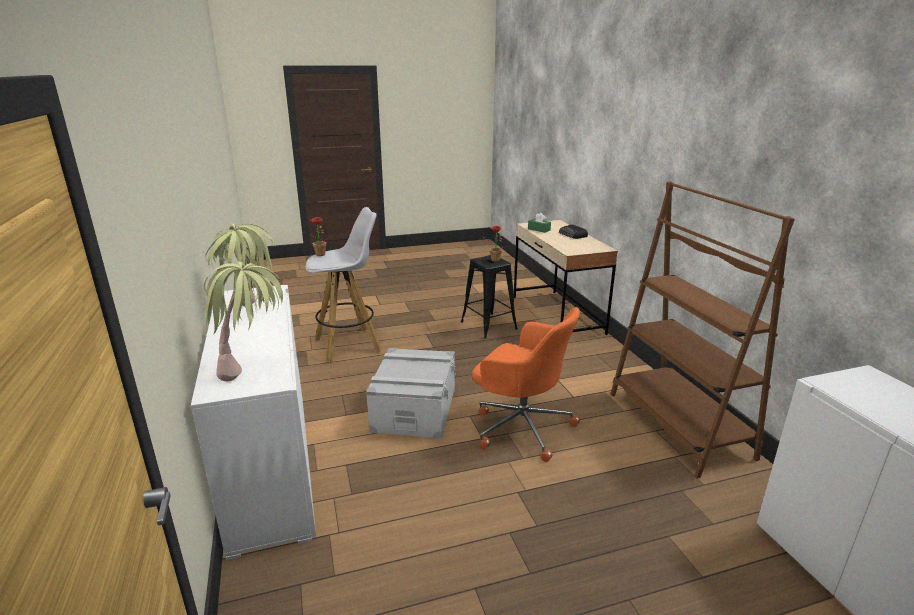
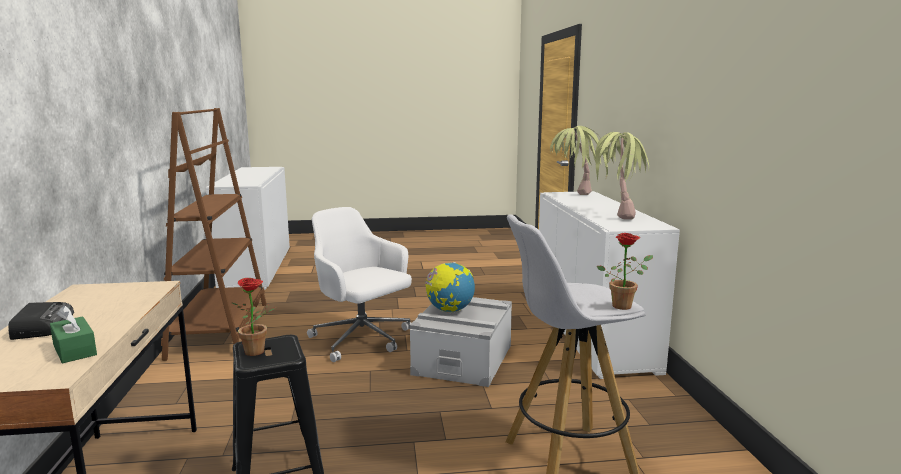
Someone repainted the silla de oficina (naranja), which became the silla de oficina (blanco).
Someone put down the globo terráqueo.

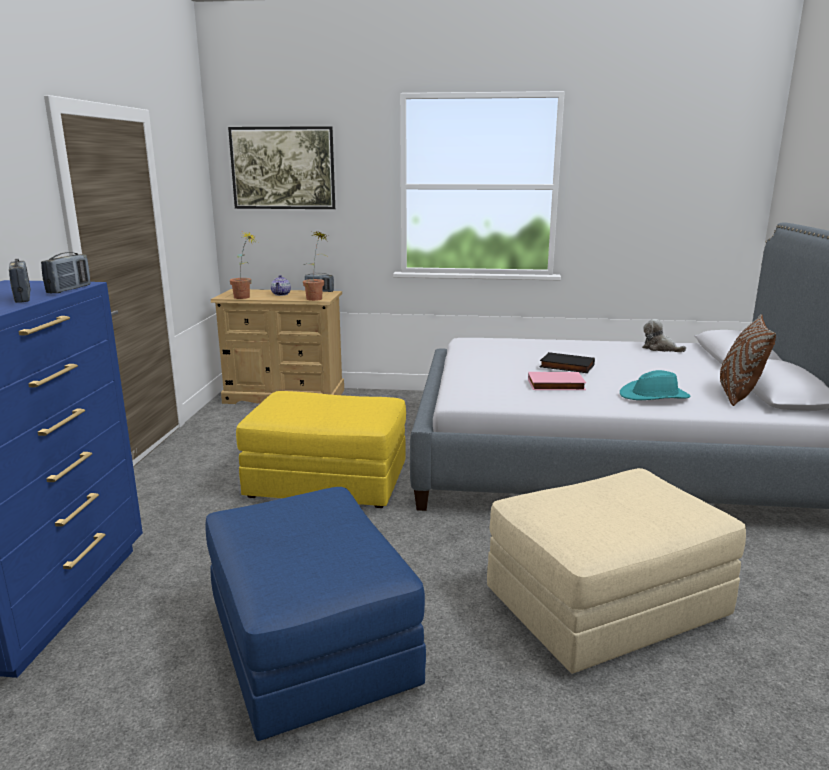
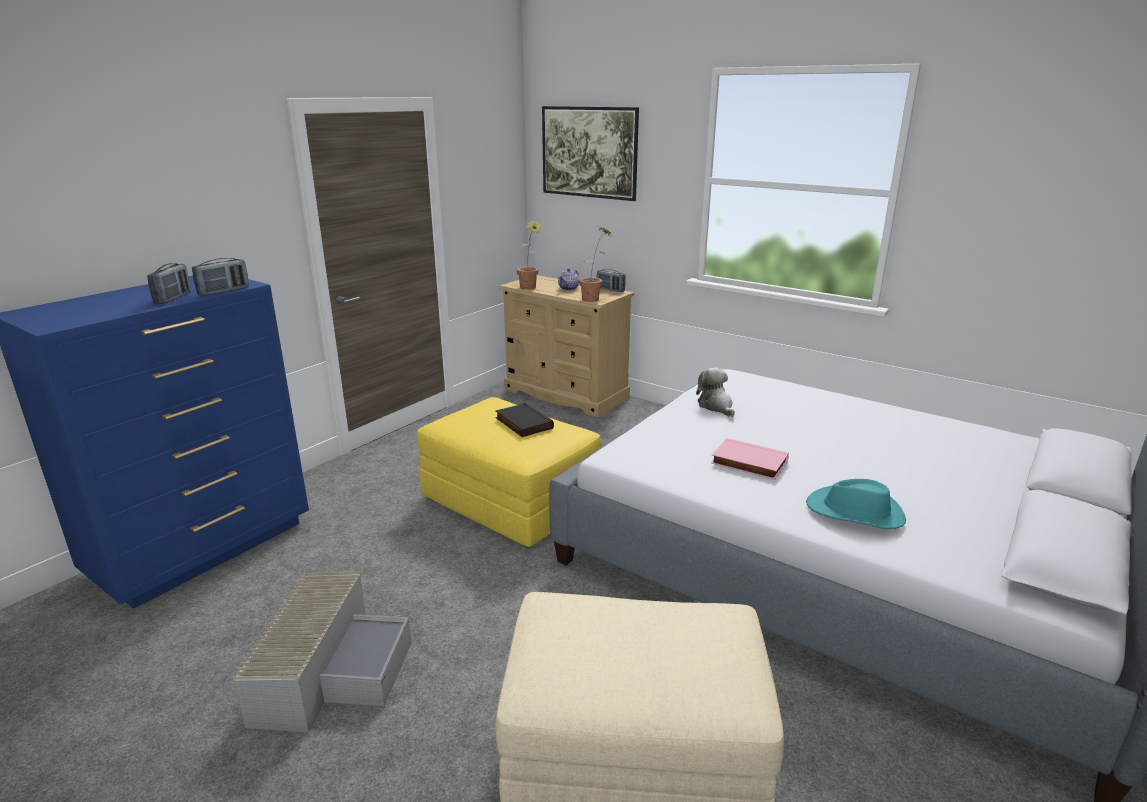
Someone swapped the puf (azul) for the caja de almacenaje (gris).
Someone carried the libro (negro).
Someone carried the peluche.
Someone took away the cojín (marrón).

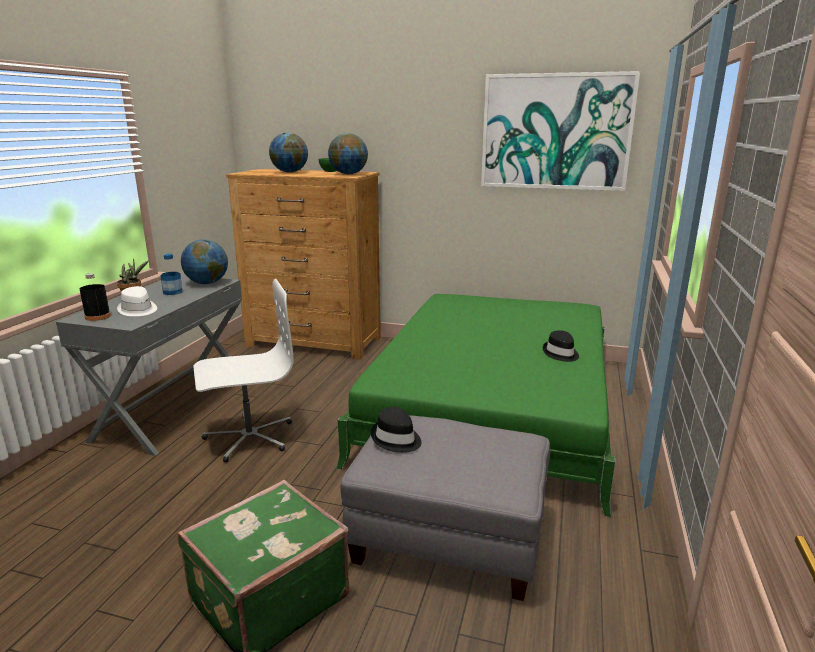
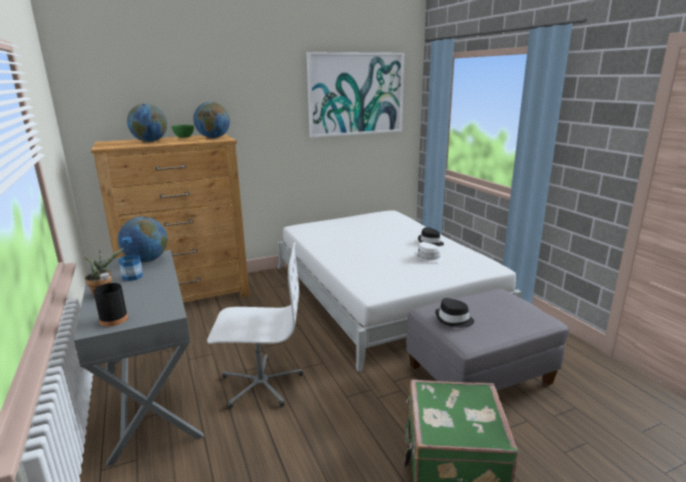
Someone carried the sombrero (blanco).
Someone rotated the silla de oficina (blanco) by 60 degrees clockwise.
Someone repainted the cama (verde), which became the cama (blanco).

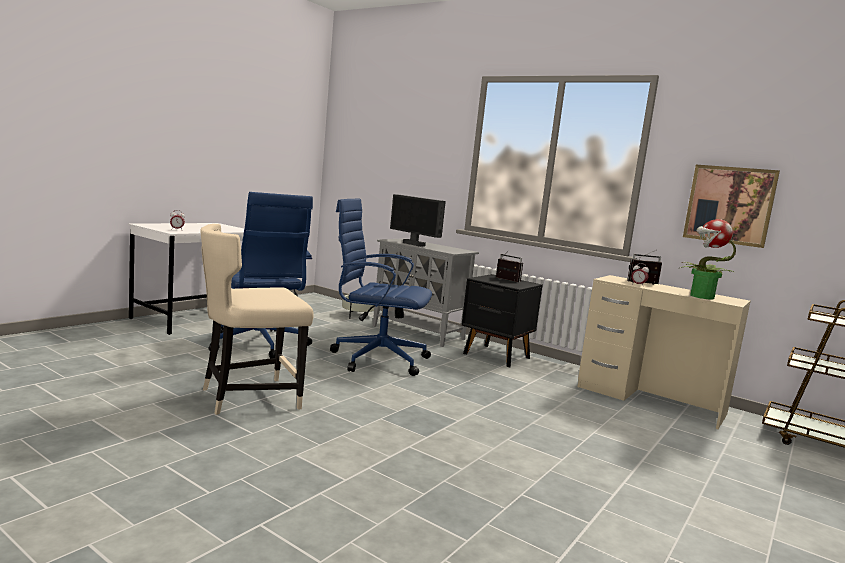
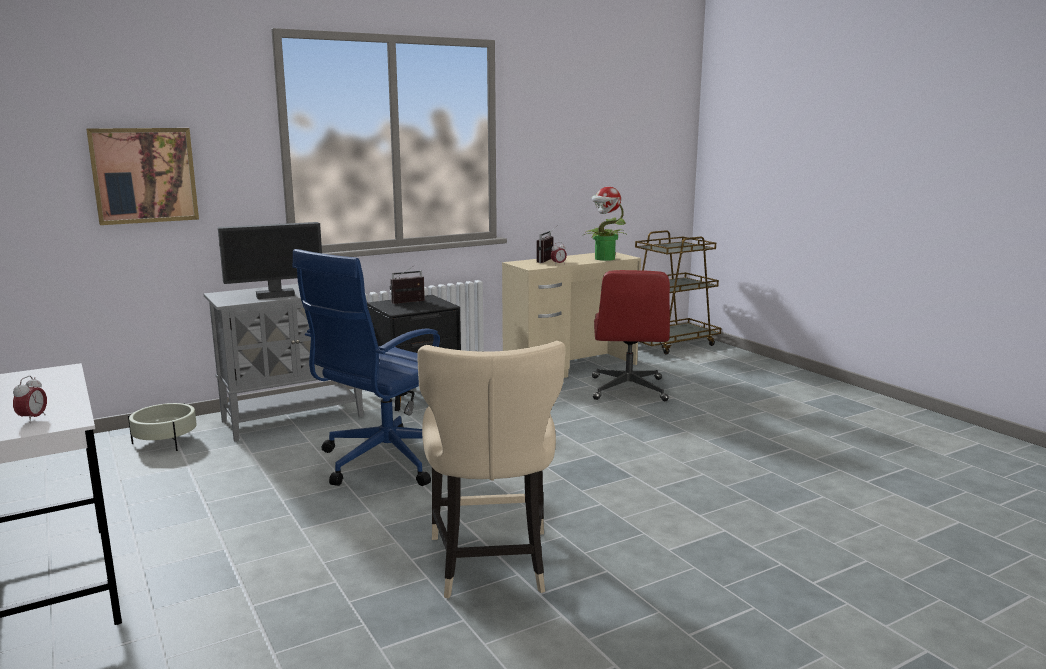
Someone took away the silla de oficina (azul) (1st from left).
Someone carried the cuadro.
Someone put down the silla de oficina (rojo).

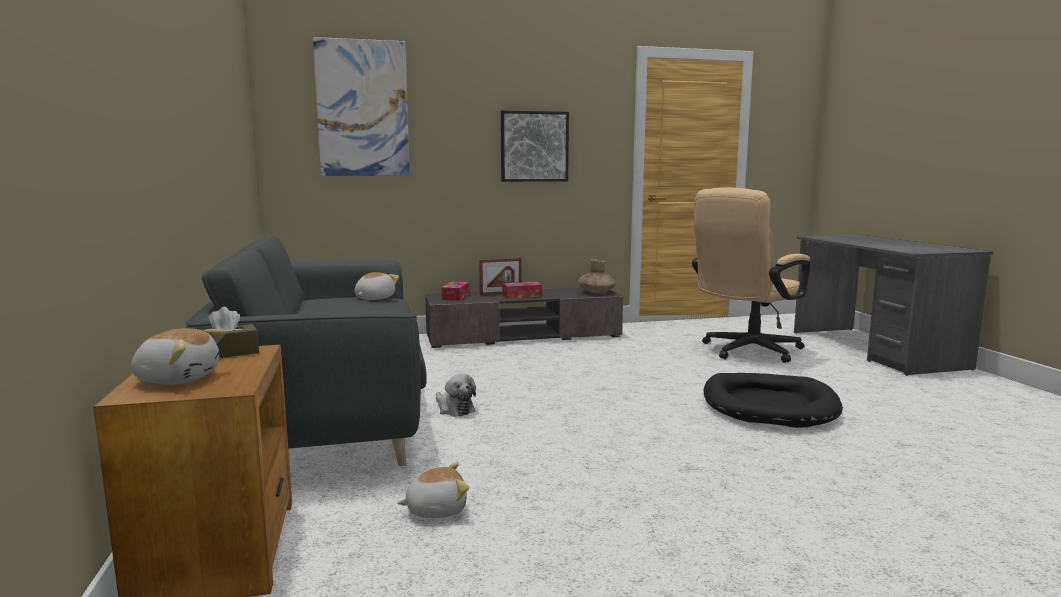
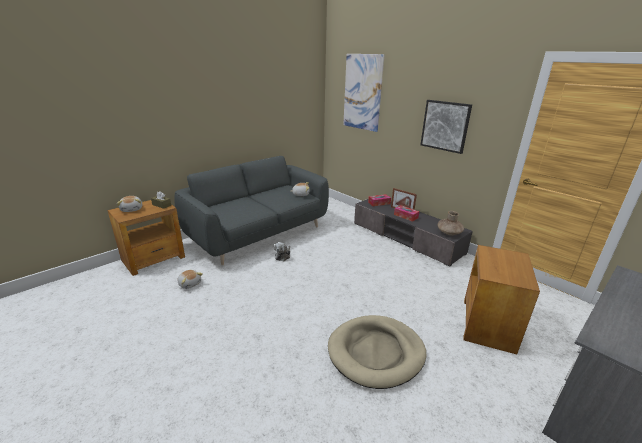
Someone swapped the silla de oficina (beis) for the mesa auxiliar (marrón) (2nd from left).
Someone repainted the cama para perro (negro), which became the cama para perro (beis).

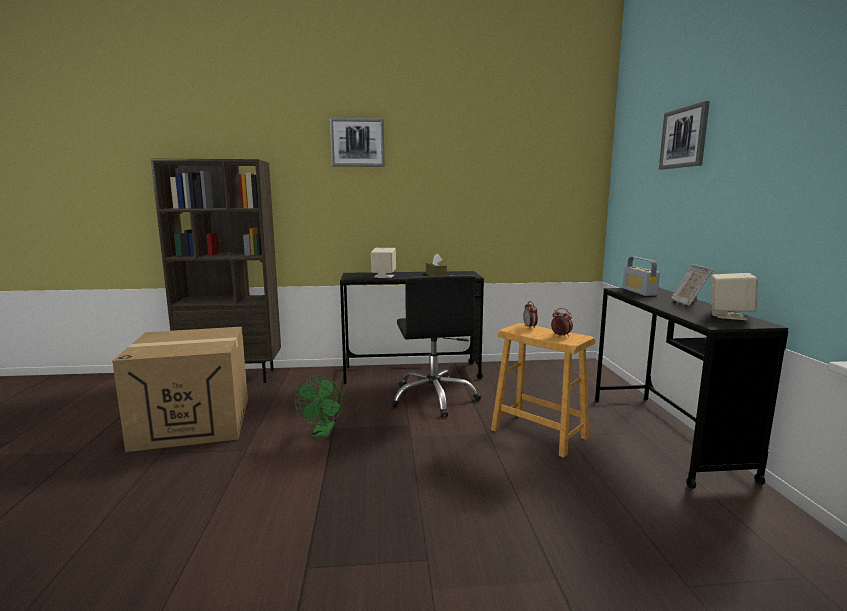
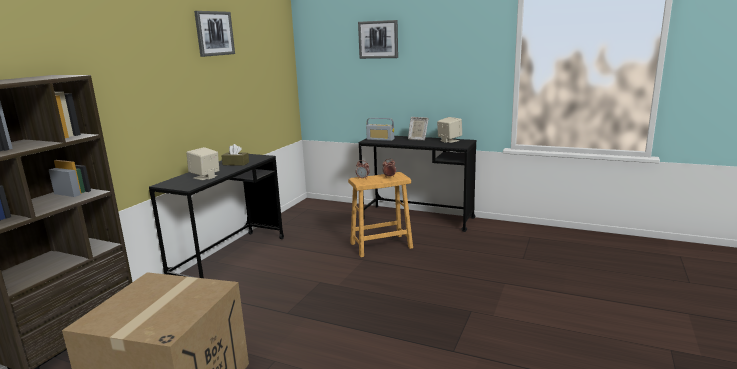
Someone took away the ventilador (verde).
Someone carried the cuadro (1st from left).
Someone took away the silla de oficina (negro).

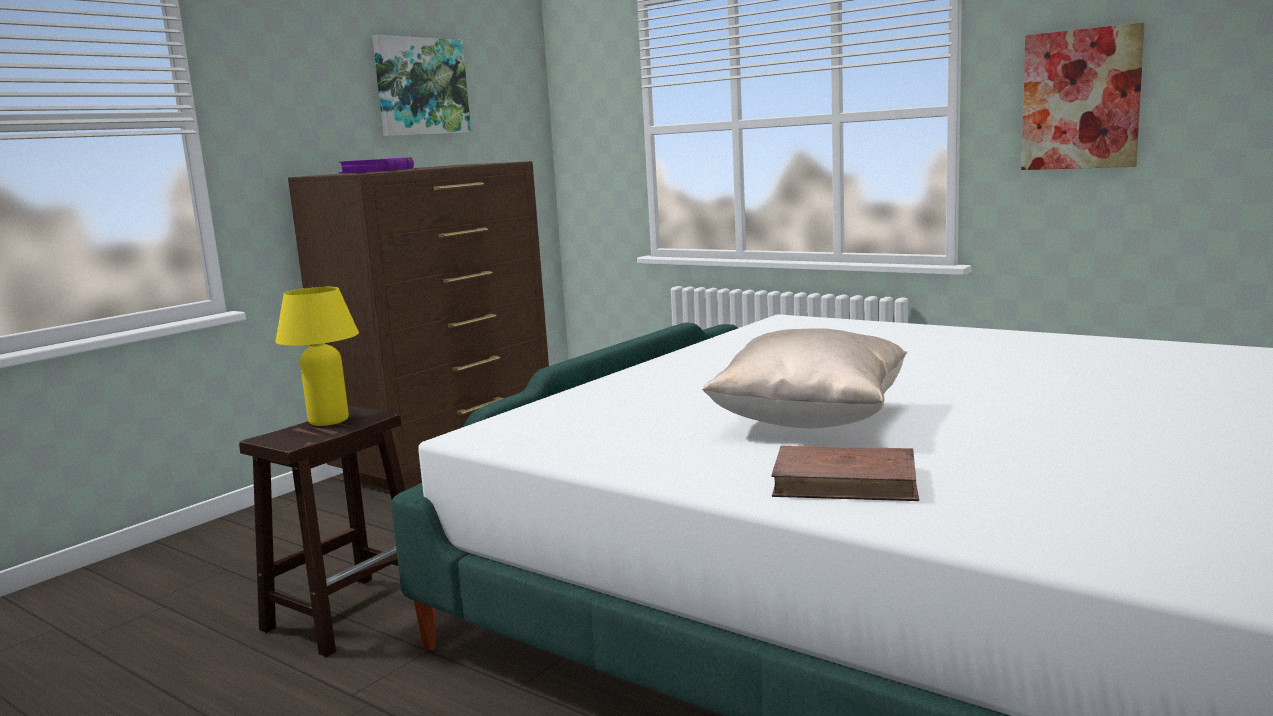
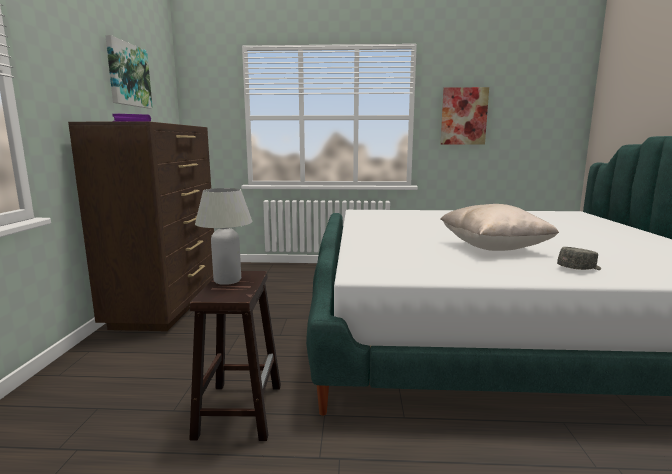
Someone repainted the lámpara de mesa (amarillo), which became the lámpara de mesa (blanco).
Someone swapped the libro (marrón) for the gorra (gris).

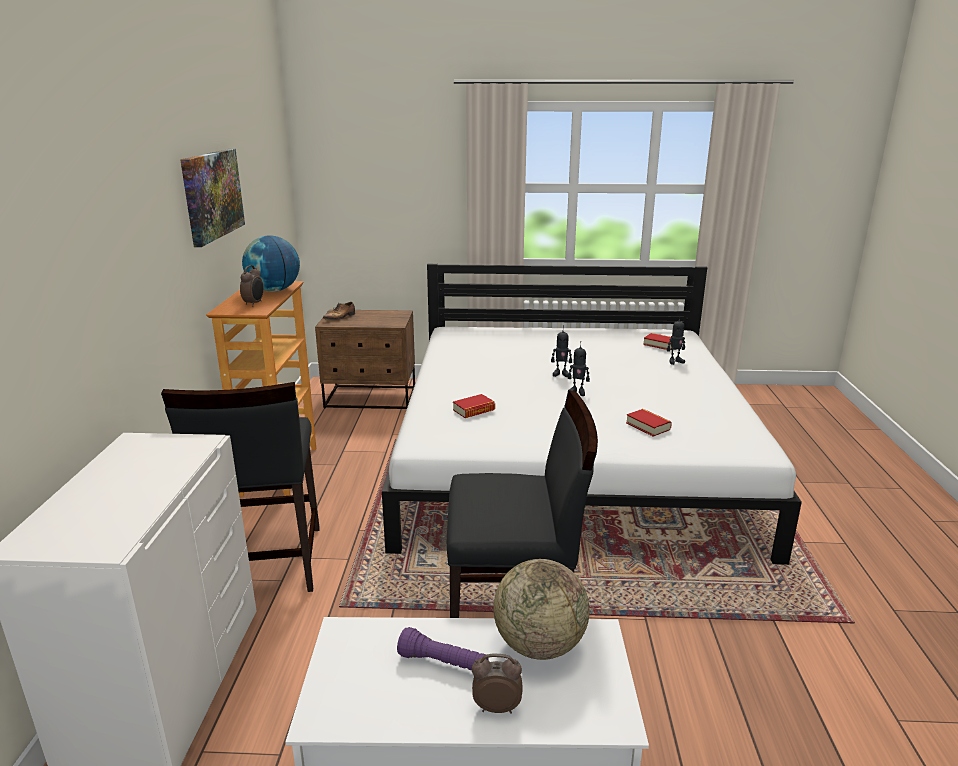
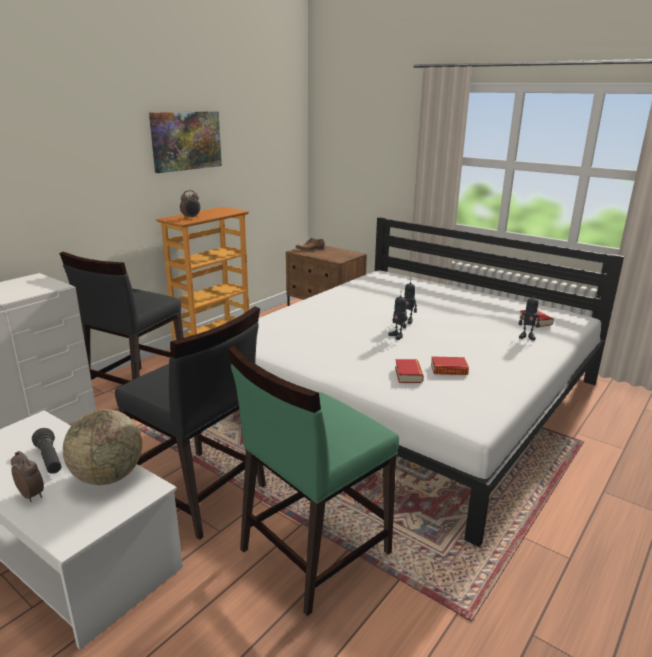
Someone took away the globo terráqueo (1st from left).
Someone repainted the linterna (morado), which became the linterna (negro).
Someone carried the libro (1st from left in the first image).
Someone put down the silla (verde).

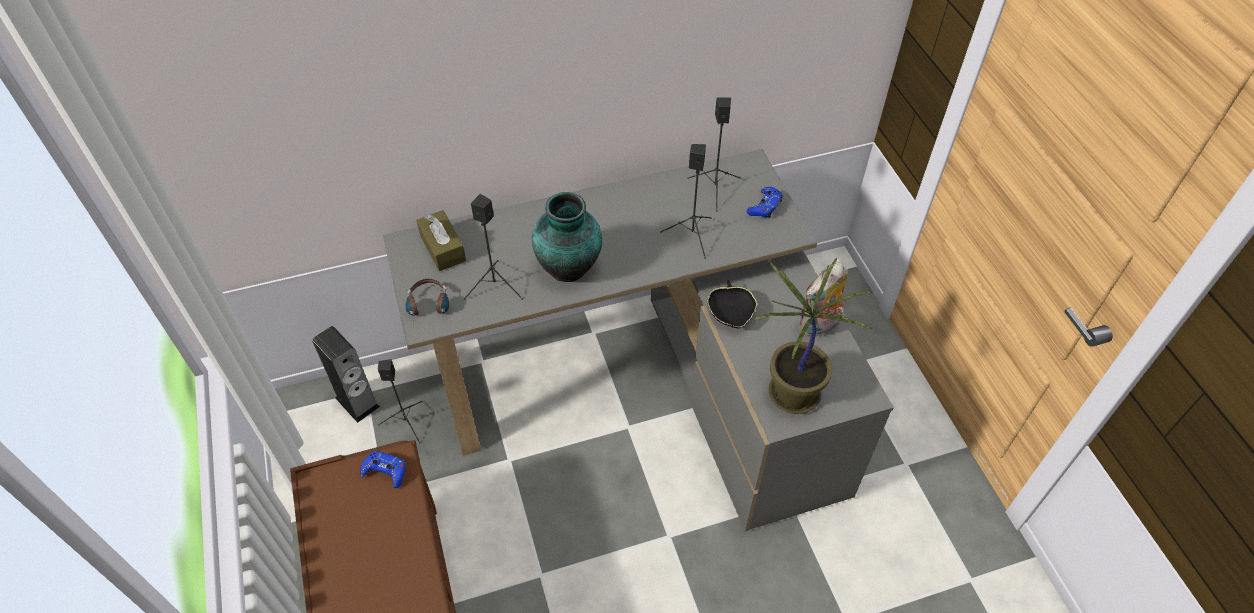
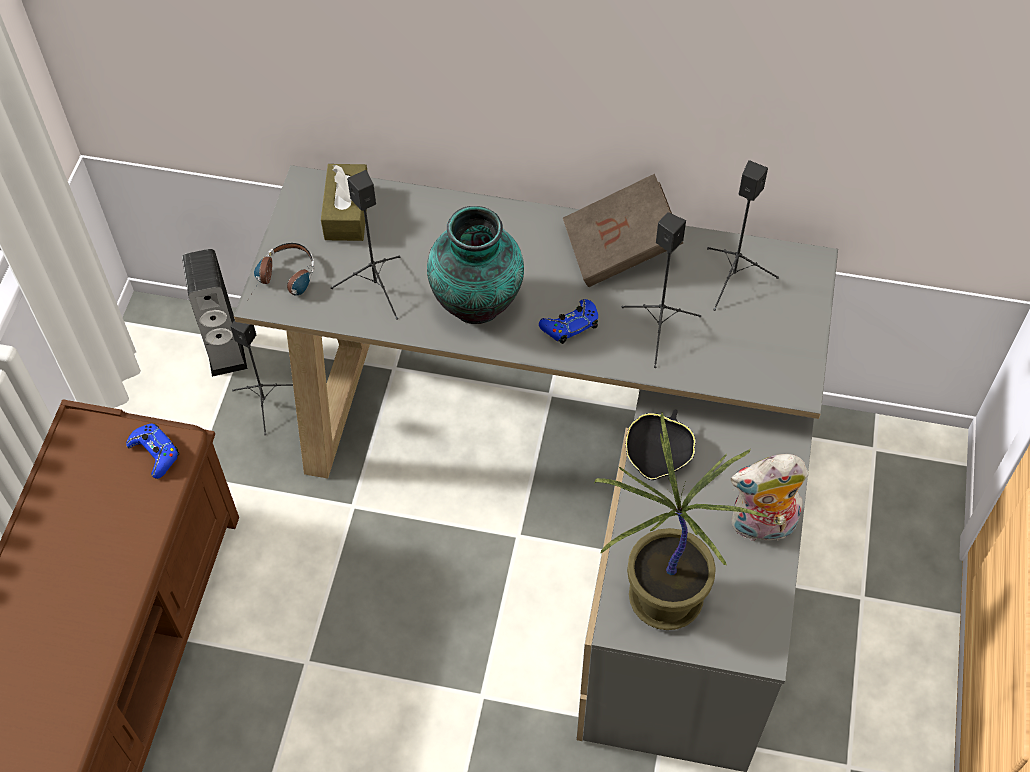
Someone carried the mando de consola (azul) (2nd from left).
Someone put down the libro (marrón).

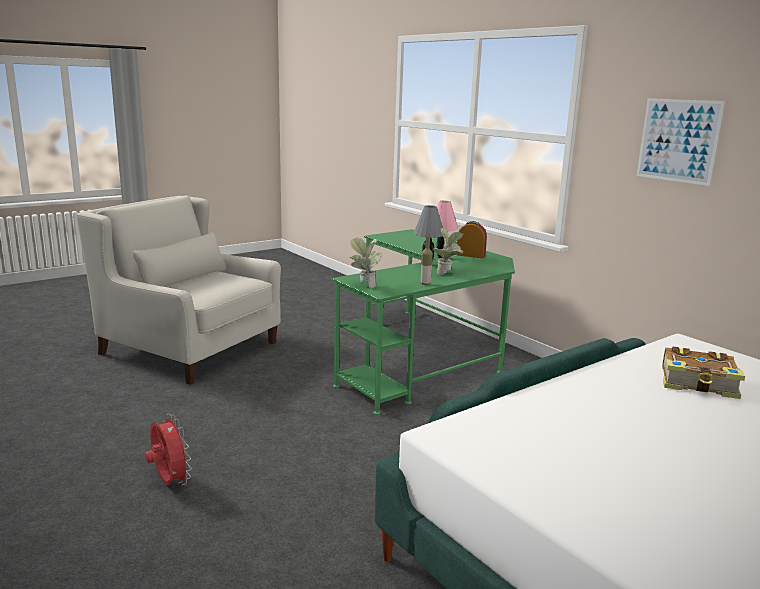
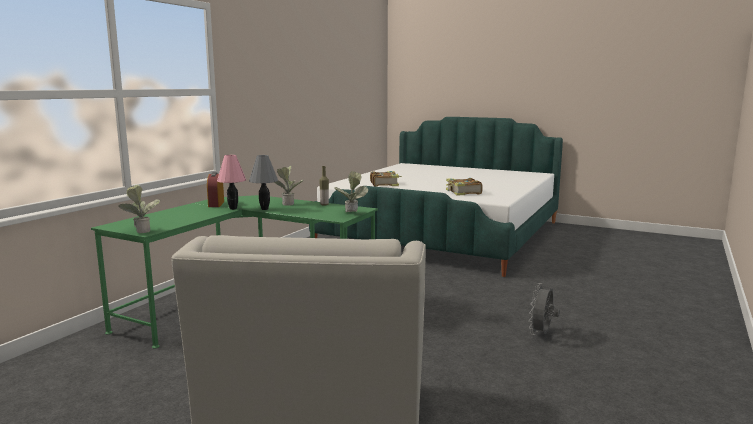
Someone repainted the ventilador (rojo), which became the ventilador (gris).
Someone took away the cuadro.
Someone put down the planta en maceta (1st from left).
Someone put down the libro (2nd from left).

